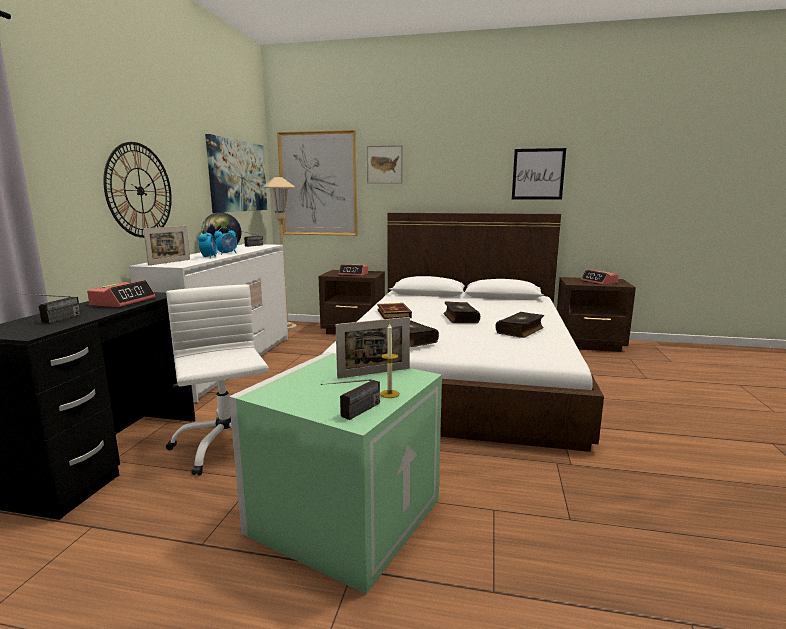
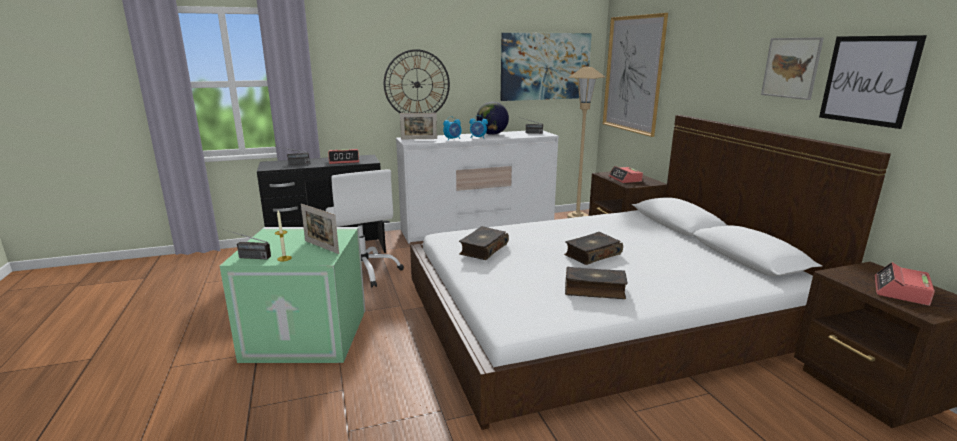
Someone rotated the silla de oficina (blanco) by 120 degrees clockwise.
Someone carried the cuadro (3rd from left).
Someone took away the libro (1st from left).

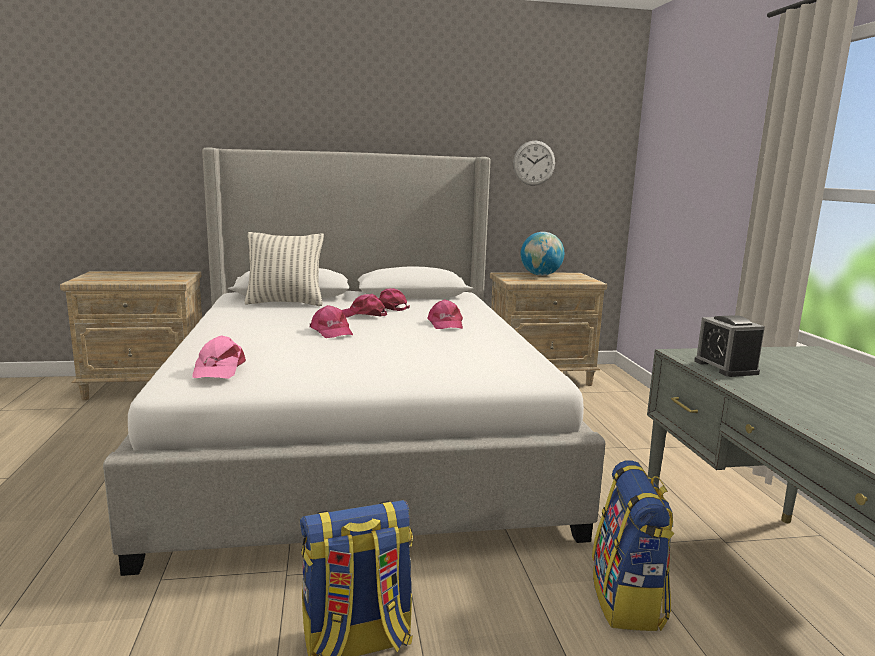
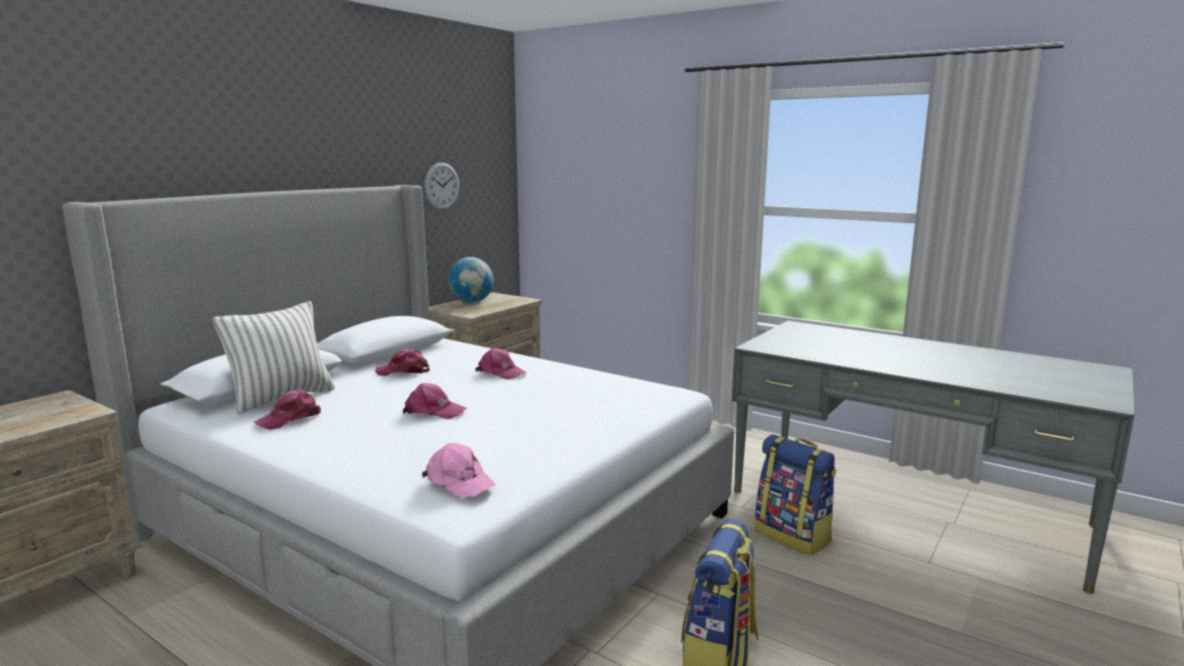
Someone carried the gorra (rosa) (3rd from left in the first image).
Someone took away the despertador.

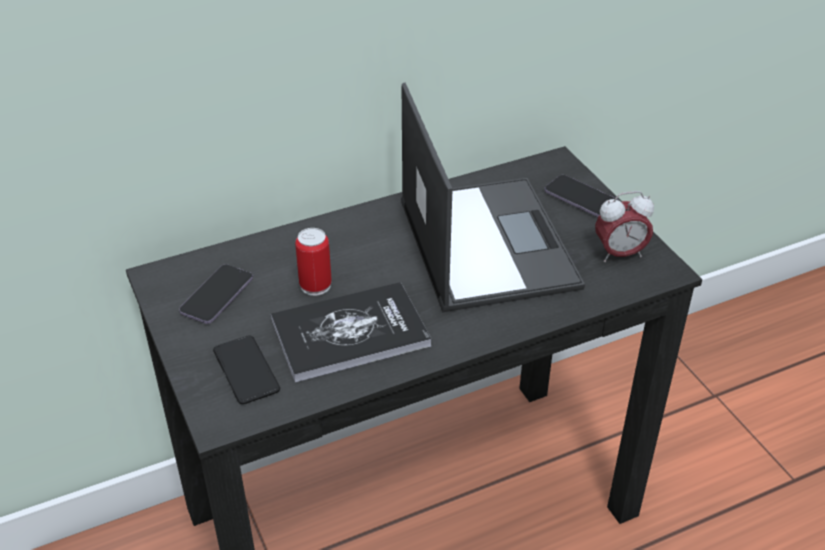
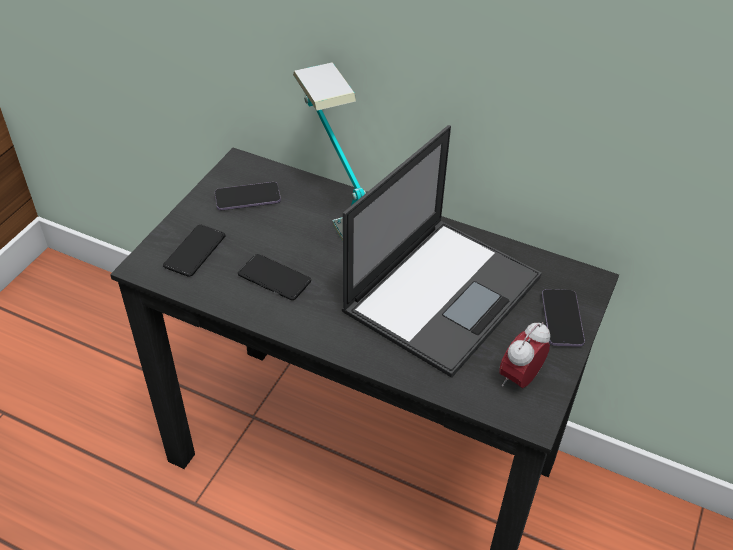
Someone swapped the libro for the móvil (3rd from left).
Someone took away the lata.
Someone rotated the despertador by 90 degrees clockwise.
Someone put down the lámpara de mesa.

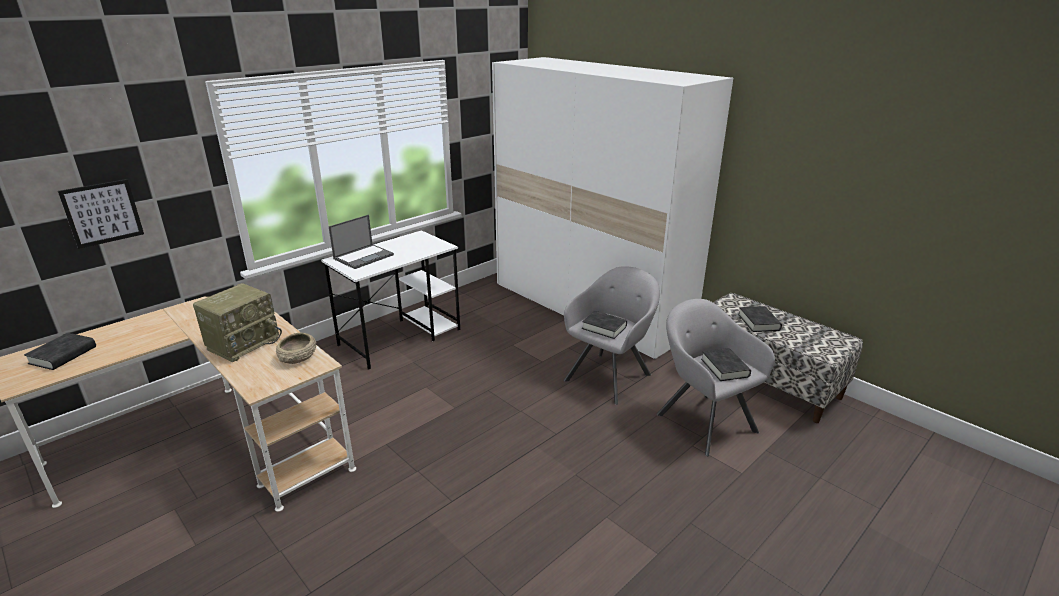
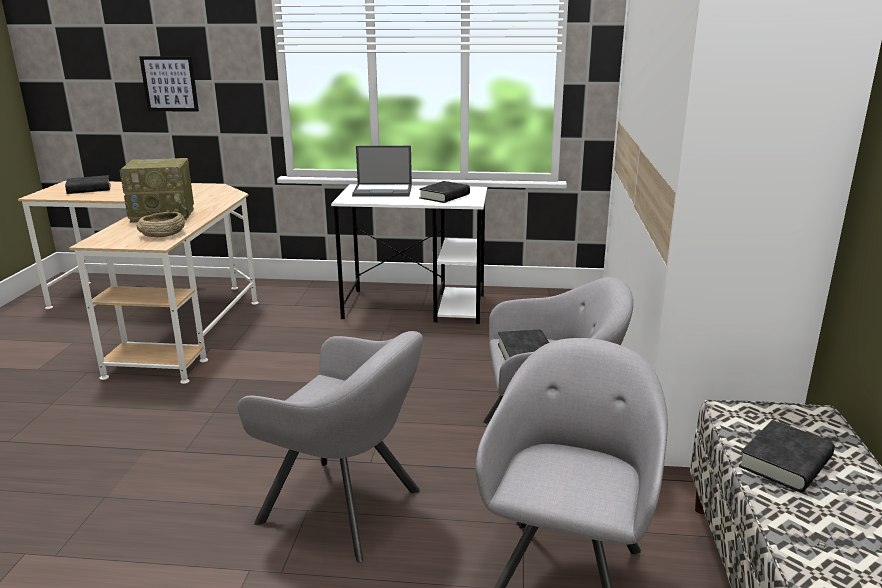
Someone carried the libro (negro) (3rd from left in the first image).
Someone put down the sillón (gris) (1st from left).

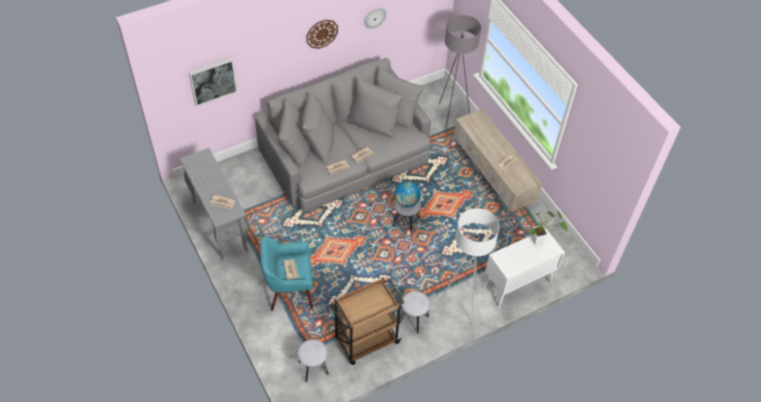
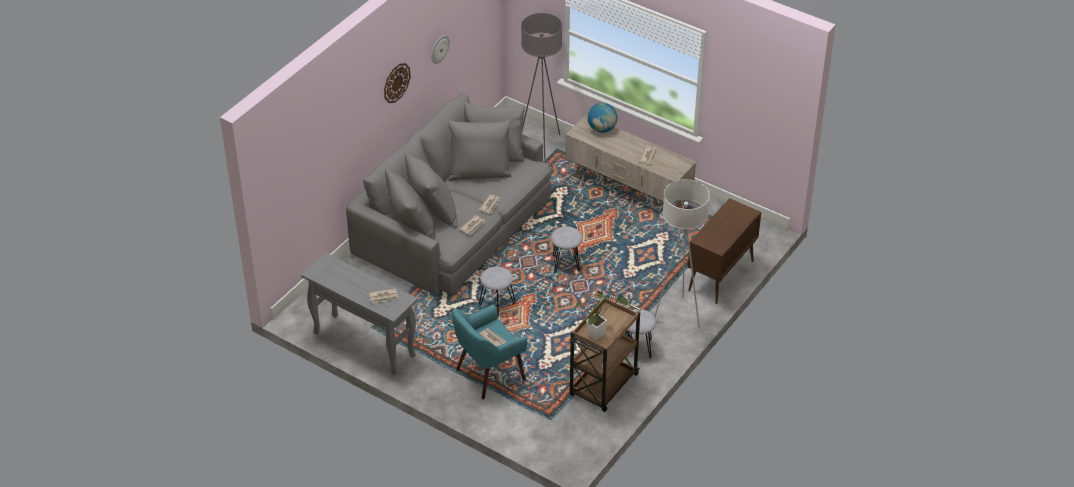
Someone took away the cuadro.
Someone carried the taburete (gris) (1st from left).
Someone carried the globo terráqueo.
Someone repainted the armario (blanco), which became the armario (marrón).
Someone carried the planta en maceta.

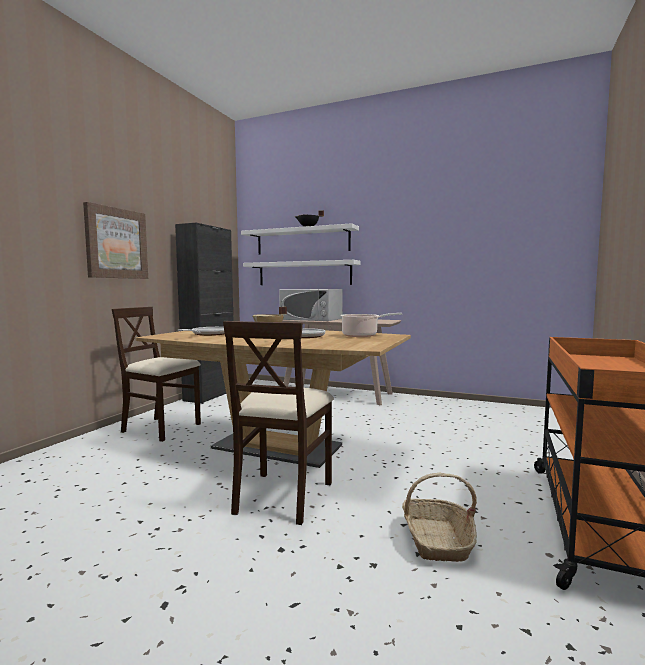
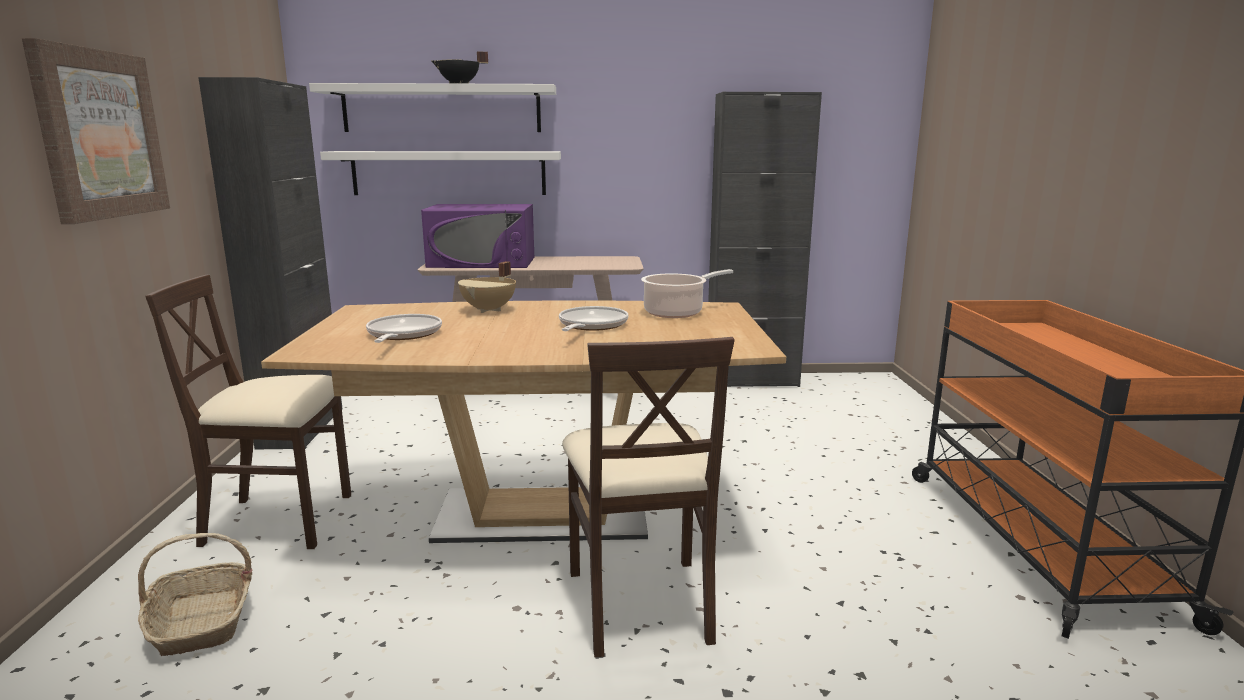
Someone repainted the microondas (blanco), which became the microondas (morado).
Someone carried the cesta.
Someone put down the armario (negro) (2nd from left).

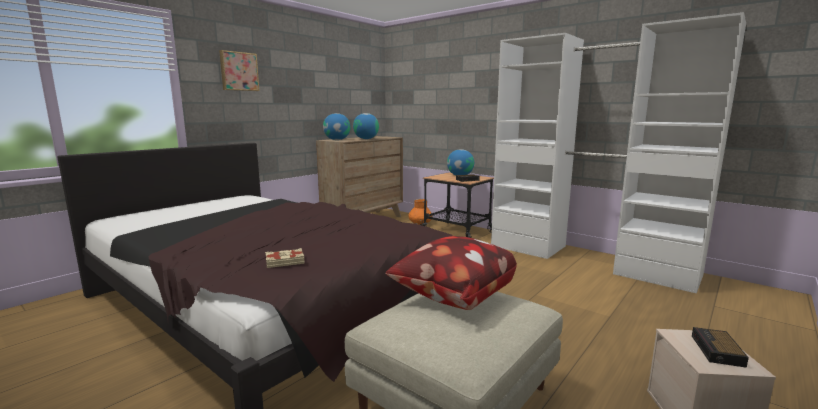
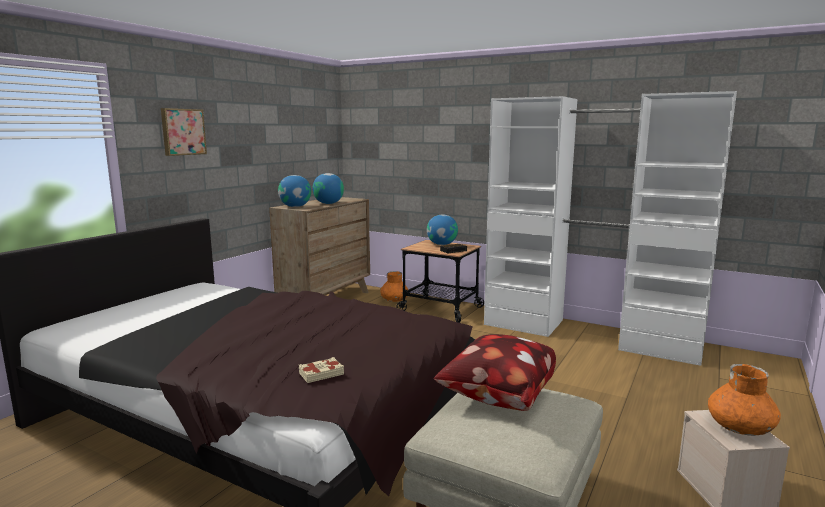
Someone swapped the despertador (2nd from left) for the florero (naranja) (2nd from left).

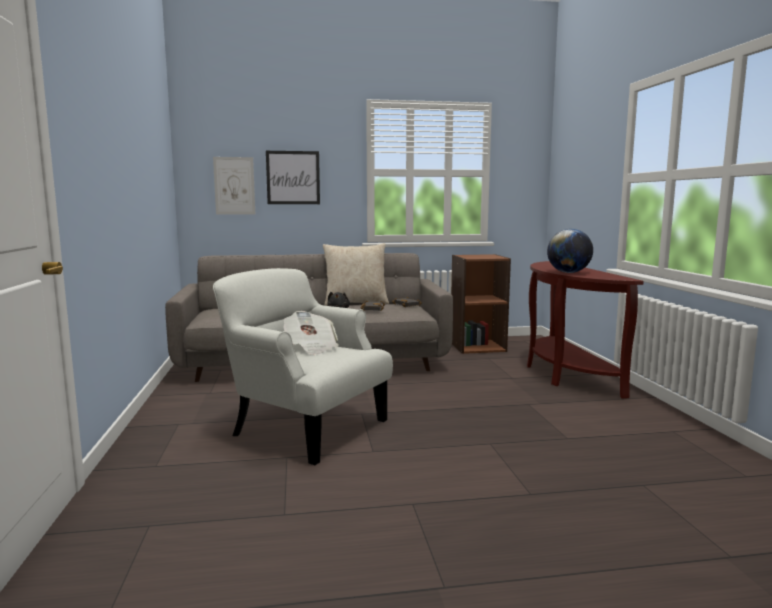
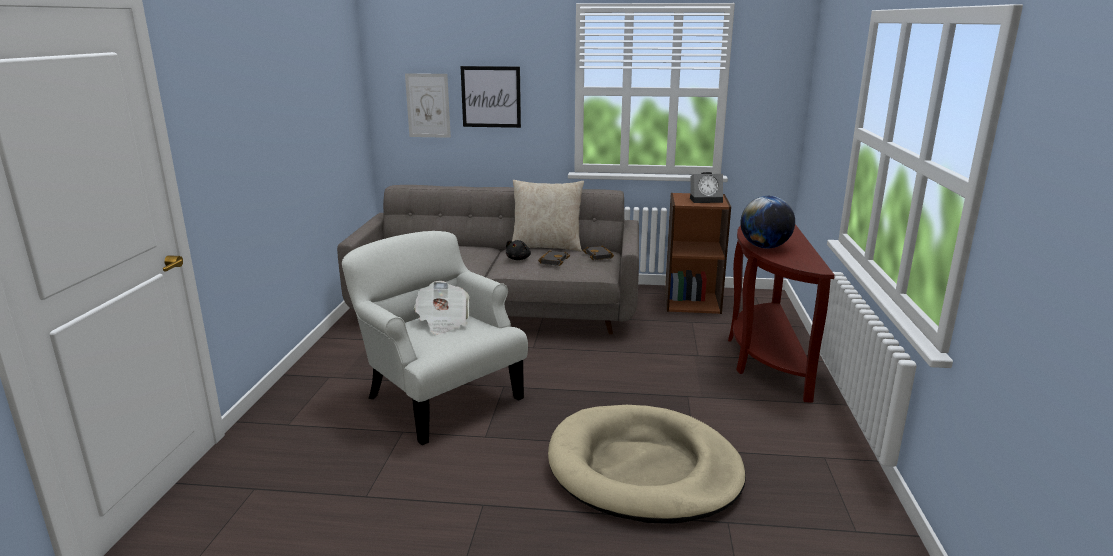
Someone put down the cama para perro (beis).
Someone put down the despertador.

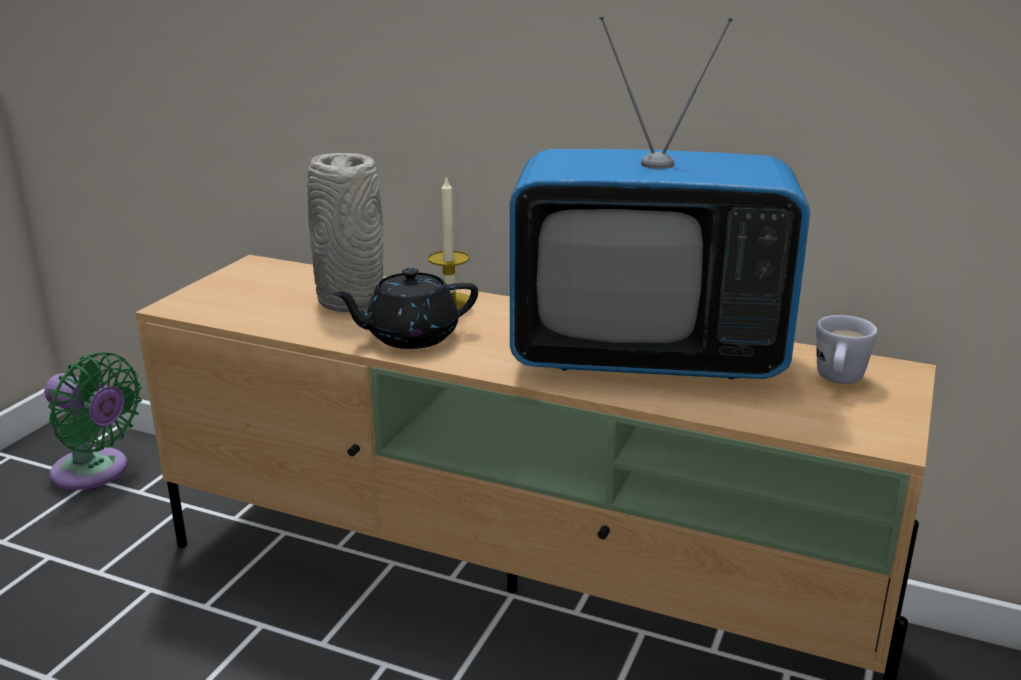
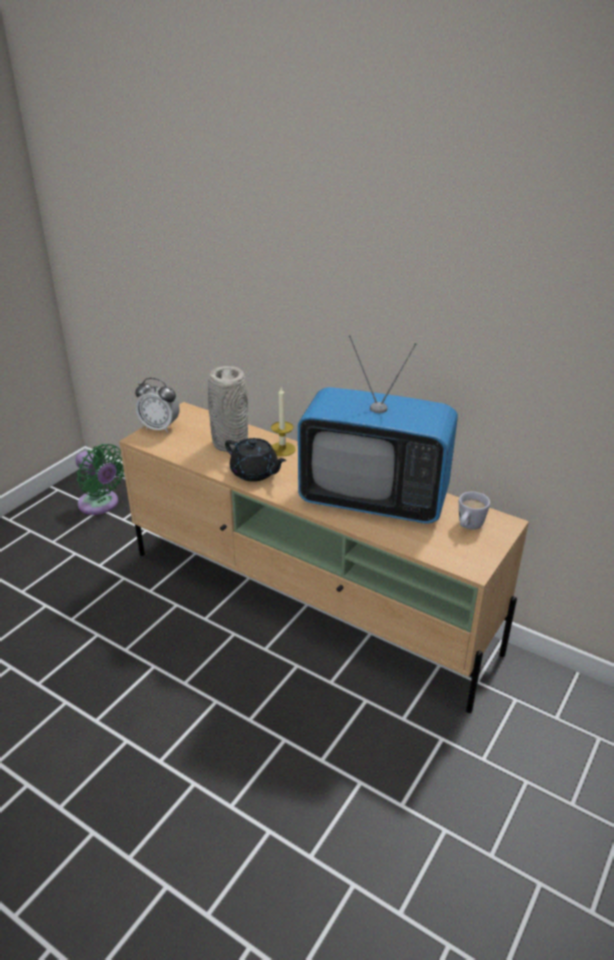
Someone rotated the tetera (negro) by 135 degrees counterclockwise.
Someone put down the despertador.

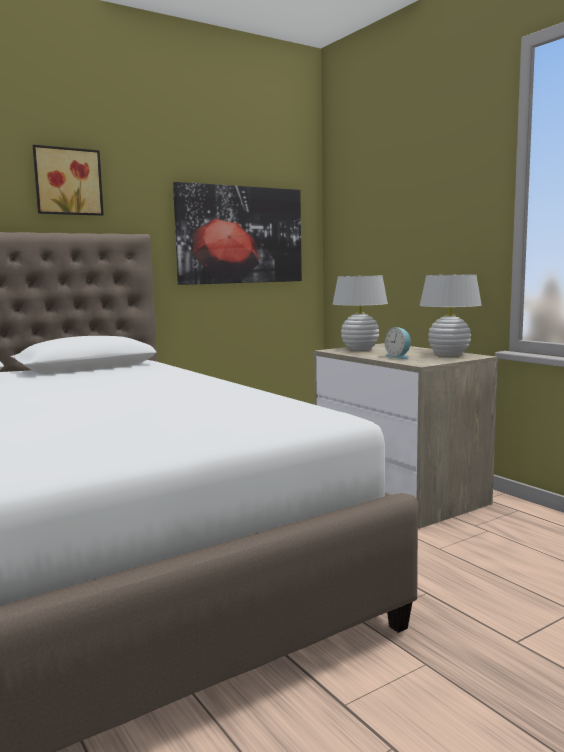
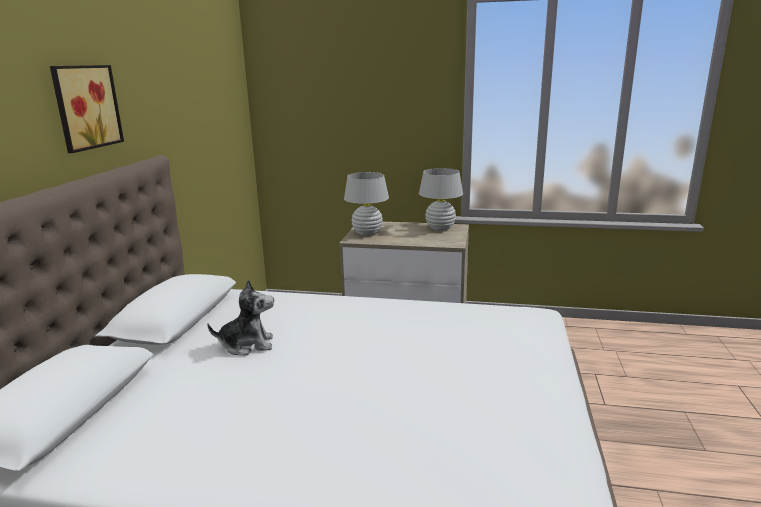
Someone took away the cuadro (2nd from left).
Someone took away the despertador.
Someone put down the peluche.

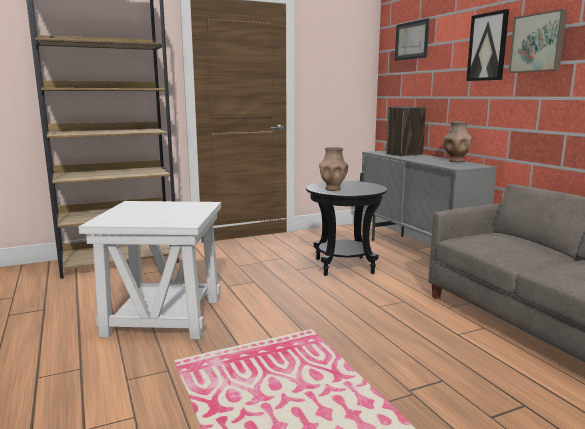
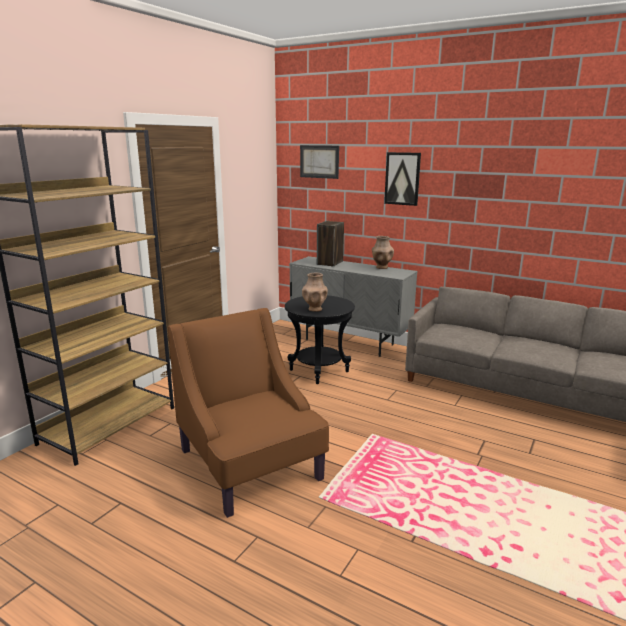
Someone swapped the mesa auxiliar (blanco) for the sillón (marrón).
Someone took away the cuadro (3rd from left).

